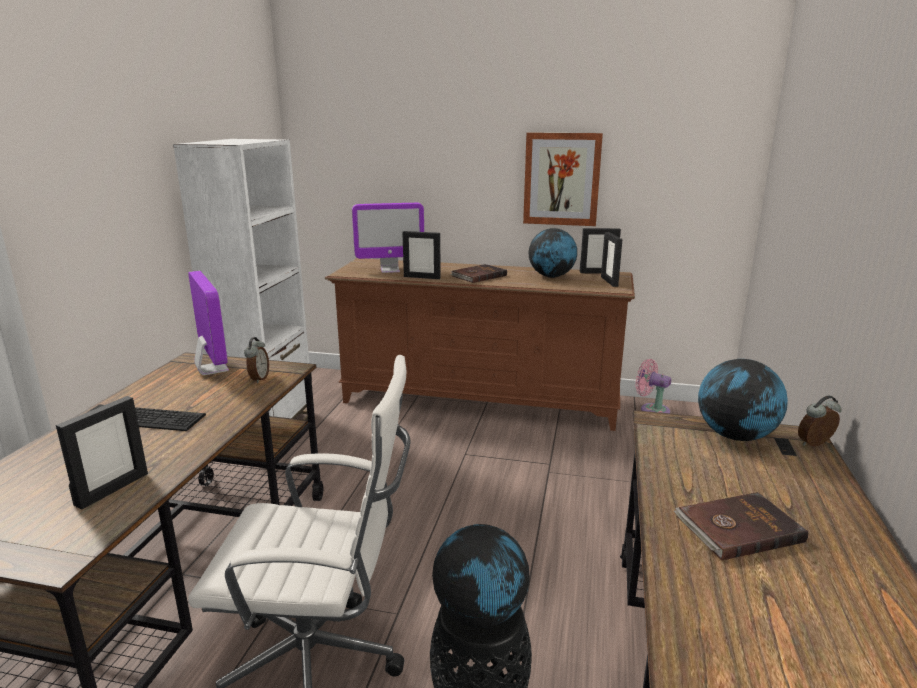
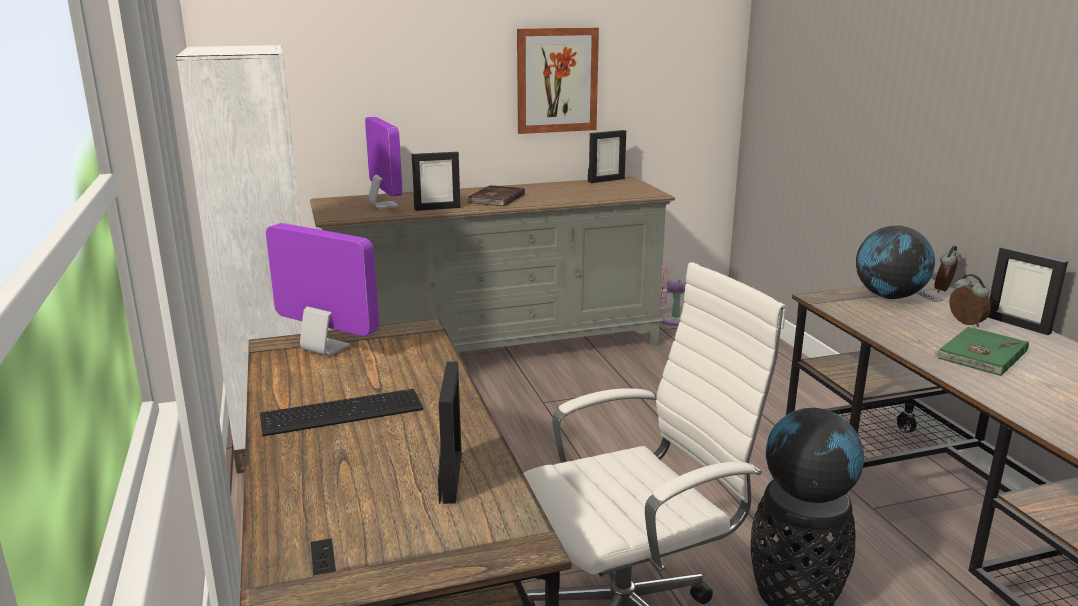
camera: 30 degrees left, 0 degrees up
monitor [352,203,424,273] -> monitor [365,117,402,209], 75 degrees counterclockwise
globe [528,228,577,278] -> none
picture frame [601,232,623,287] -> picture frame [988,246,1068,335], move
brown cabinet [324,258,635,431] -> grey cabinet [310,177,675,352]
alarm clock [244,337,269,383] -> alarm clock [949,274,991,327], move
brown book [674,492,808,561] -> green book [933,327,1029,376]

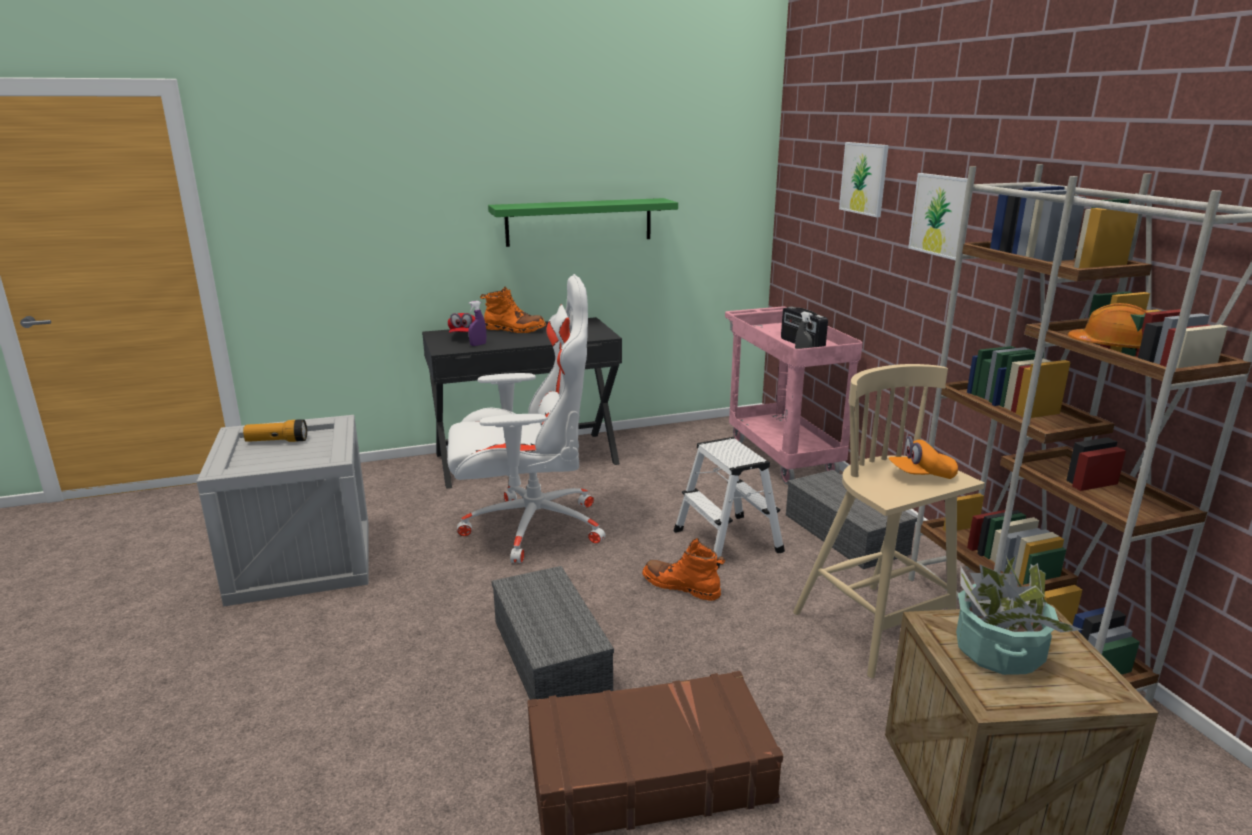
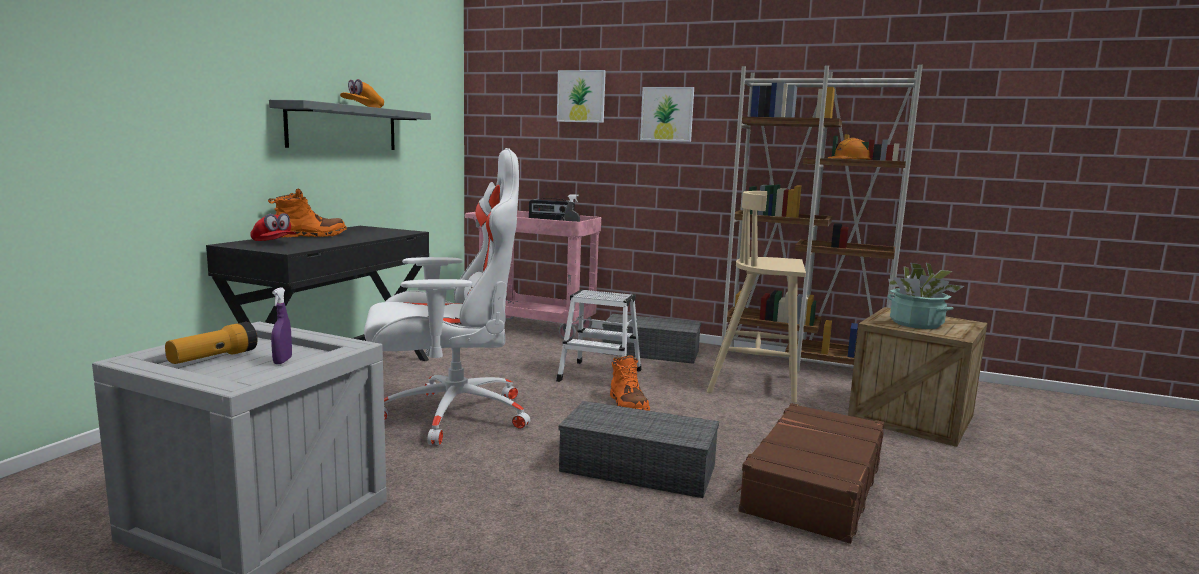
camera: 50 degrees left, 10 degrees down
green shelf [488,198,678,247] -> grey shelf [269,100,431,150]
white office chair [447,274,605,563] -> white office chair [364,148,530,445], 45 degrees clockwise
purple spray bottle [468,301,486,346] -> purple spray bottle [271,287,292,364], move
orange cap [888,436,958,479] -> orange cap [340,79,384,108], move
orange boot [642,538,725,601] -> orange boot [610,355,650,411], 90 degrees counterclockwise

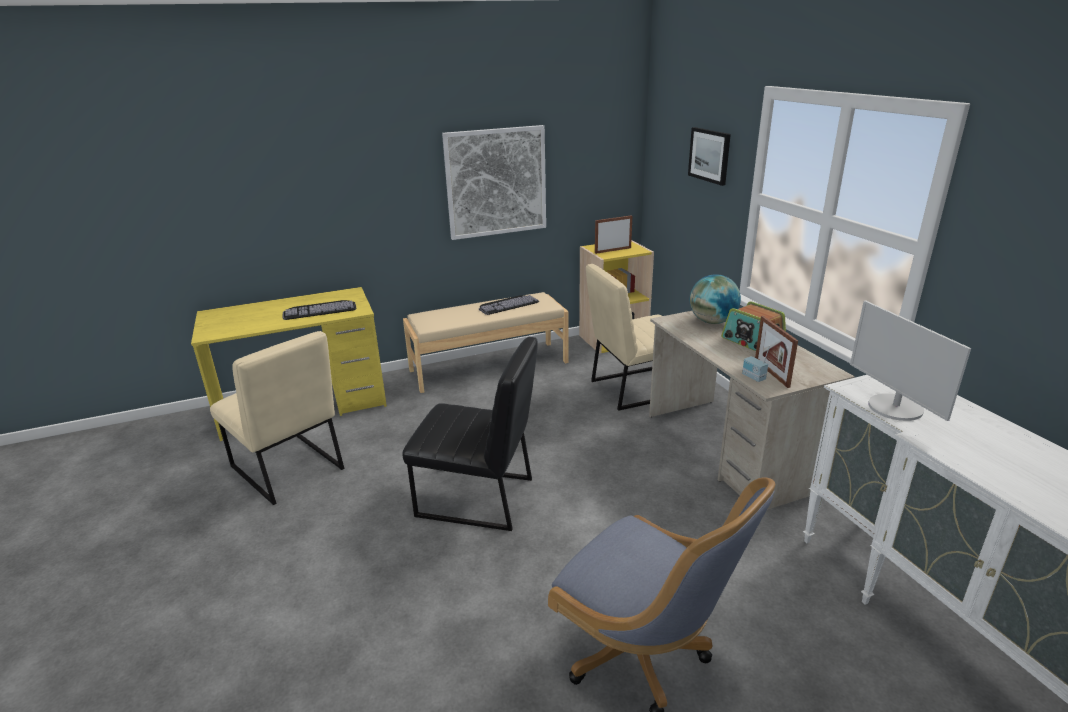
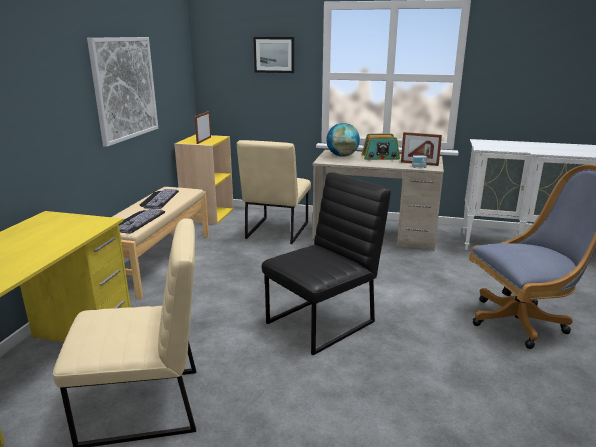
camera: 55 degrees left, 5 degrees down
keyboard [283,300,357,320] -> keyboard [119,208,165,234], move
monitor [850,301,971,421] -> none

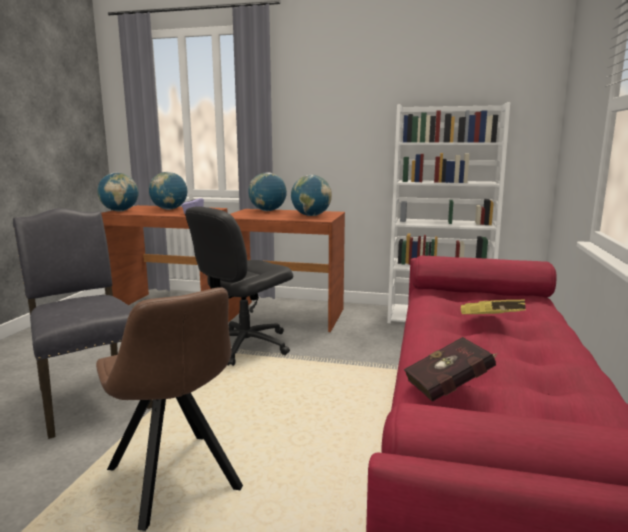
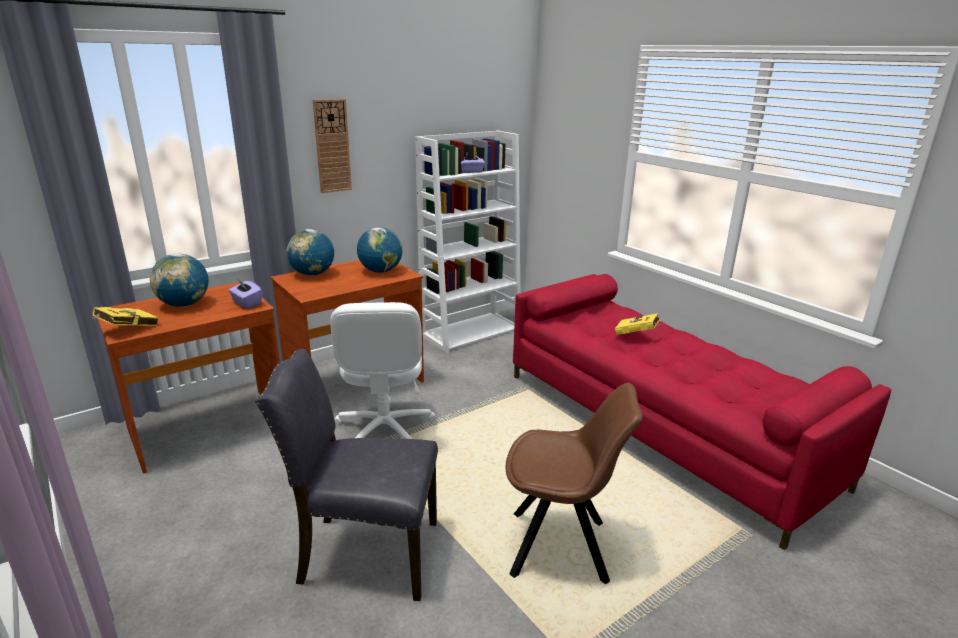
camera: 50 degrees left, 10 degrees up
globe [97,173,138,212] -> yellow book [90,307,159,326]
black office chair [185,206,293,366] -> white office chair [330,302,436,439]
red book [404,337,498,402] -> none
none -> wall clock [313,99,352,193]
none -> purple tissue box [461,152,485,173]

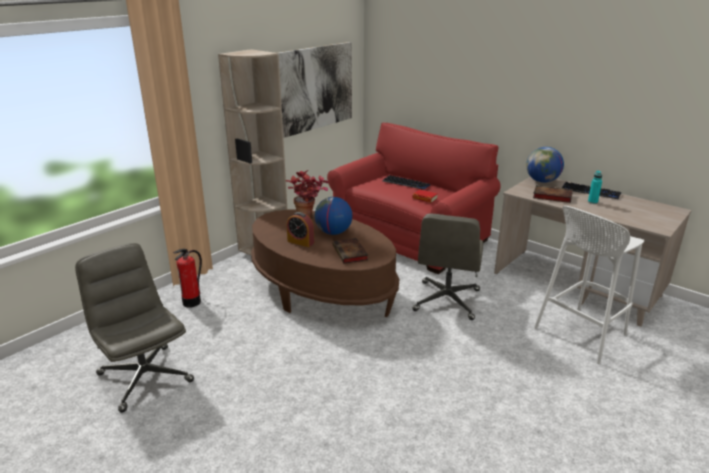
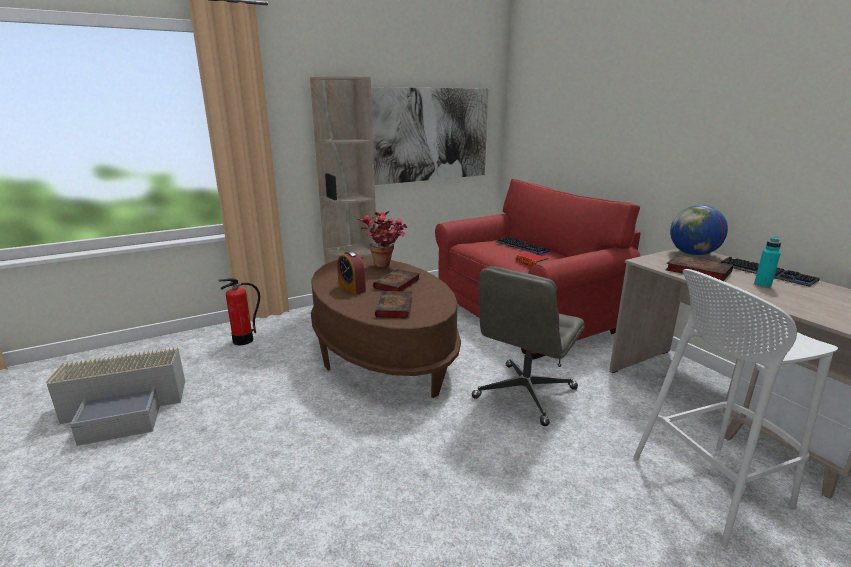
camera: 20 degrees right, 5 degrees down
globe [314,197,352,235] -> book [373,269,420,291]
grey office chair [75,243,194,413] -> grey storage box [46,347,185,446]

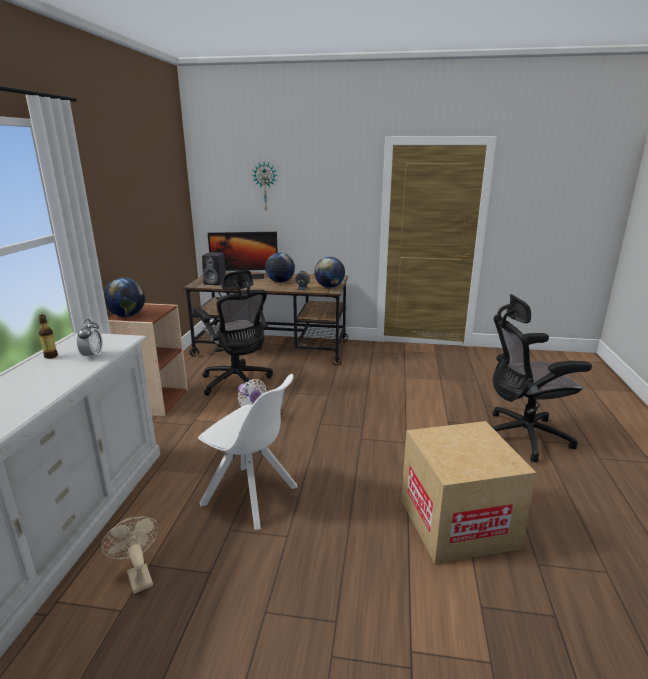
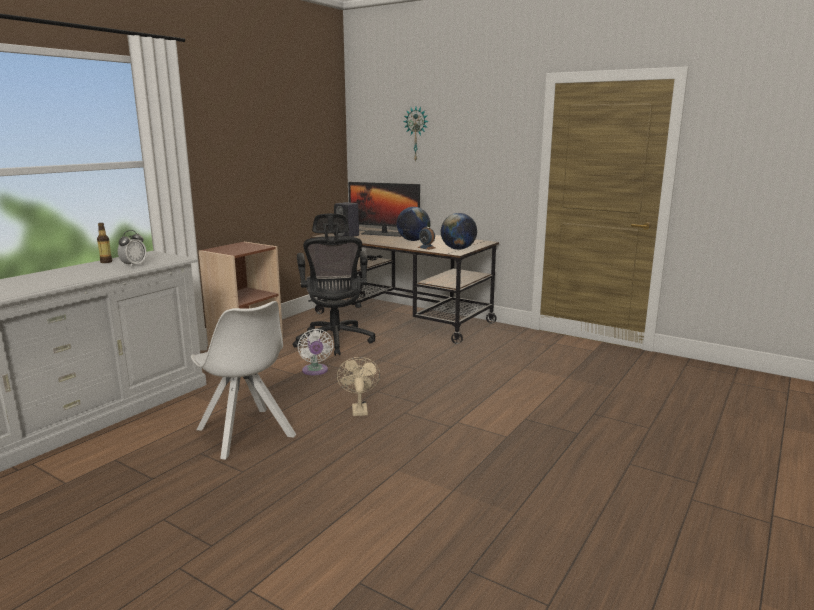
camera: 25 degrees right, 5 degrees down
globe [104,278,145,317] -> none
office chair [492,294,592,462] -> none
cardboard box [401,421,537,564] -> none
beige fan [101,517,159,594] -> beige fan [337,357,380,416], move

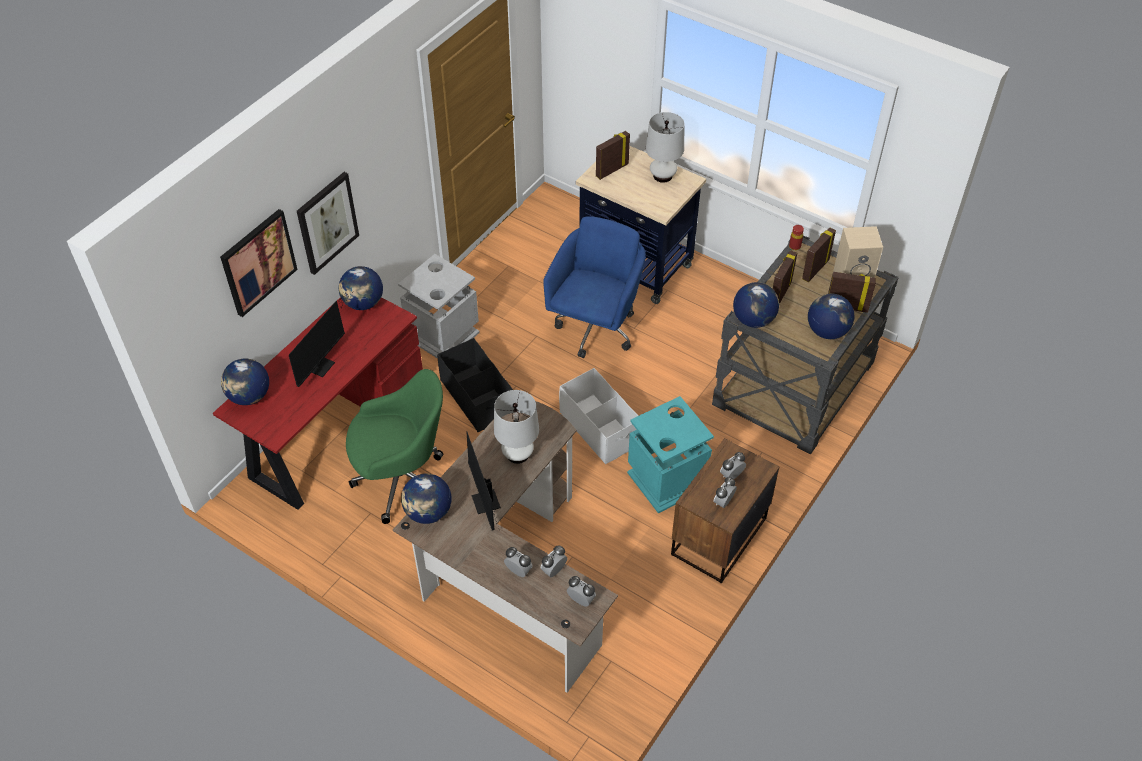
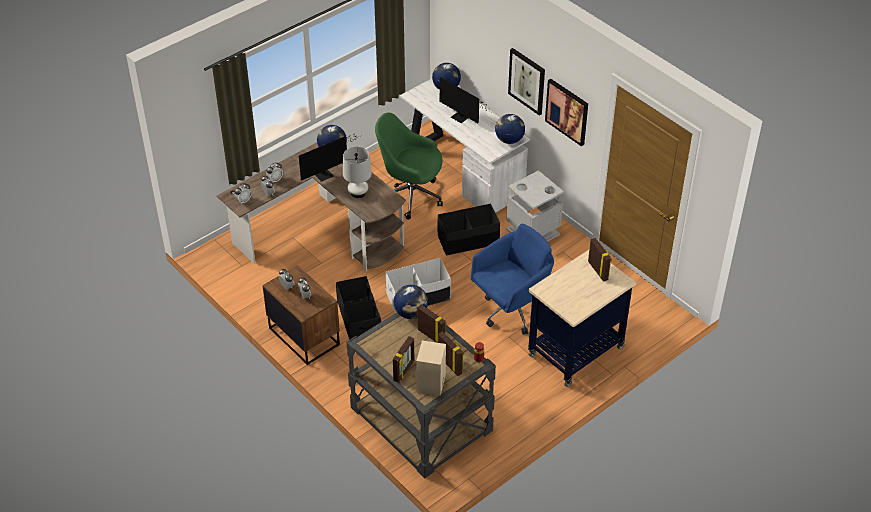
camera: 105 degrees right, 5 degrees down
white table lamp [646,112,685,183] -> none
picture [220,209,298,317] -> picture [545,79,588,146], move
blue office chair [543,216,646,358] -> blue office chair [471,224,554,335], 75 degrees counterclockwise
globe [808,293,854,339] -> none
red desk [213,297,423,510] -> white desk [400,79,530,213]
green office chair [346,369,444,524] -> green office chair [375,113,443,220], 105 degrees clockwise
turquoise trash can [627,396,714,514] -> black storage box [336,276,381,340]
monitor [466,431,501,531] -> monitor [299,136,359,182], 150 degrees clockwise

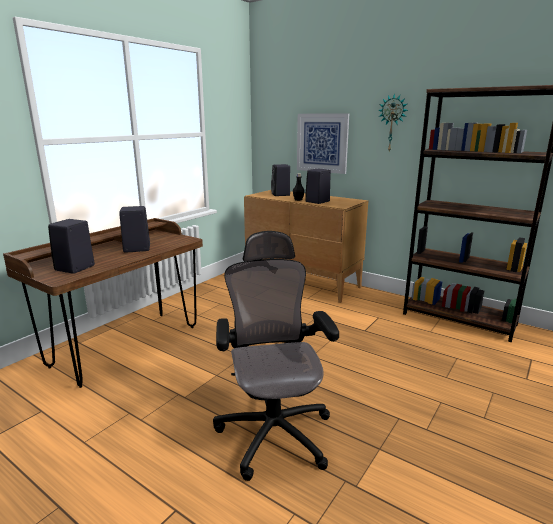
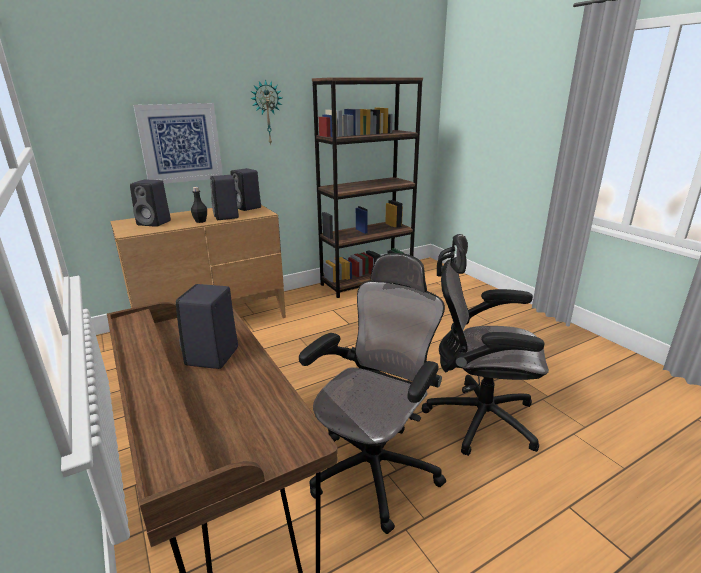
camera: 65 degrees left, 5 degrees up
black speaker [48,219,95,274] -> black speaker [230,168,261,211], move
none -> office chair [299,253,446,534]

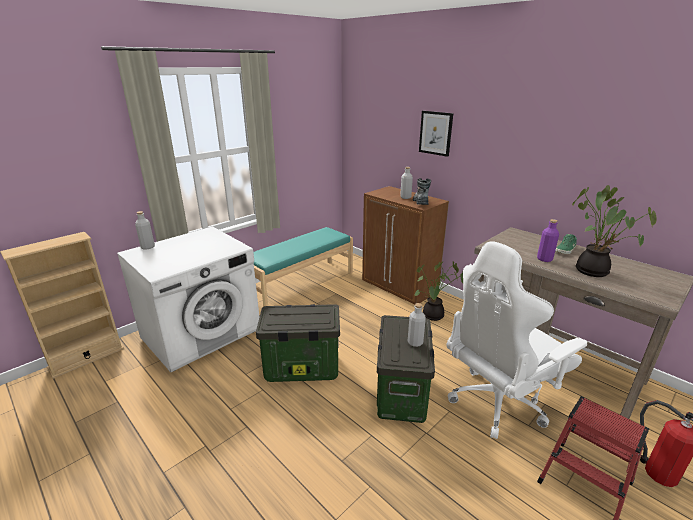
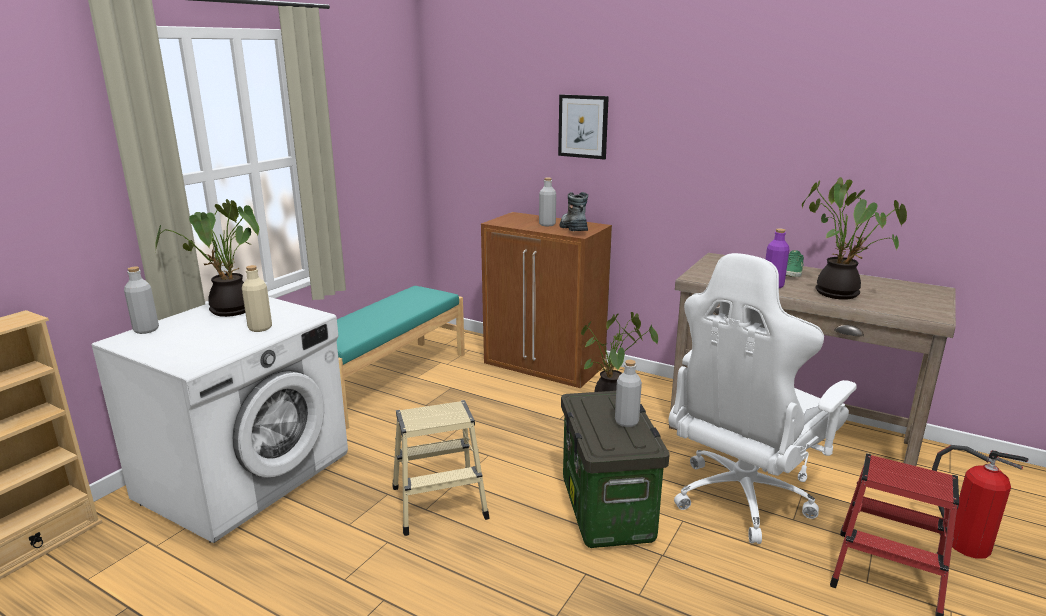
camera: 15 degrees left, 5 degrees down
storage box [256,304,340,382] -> beige step ladder [392,400,489,536]
none -> potted plant [155,199,259,317]
none -> beige bottle [242,265,272,332]

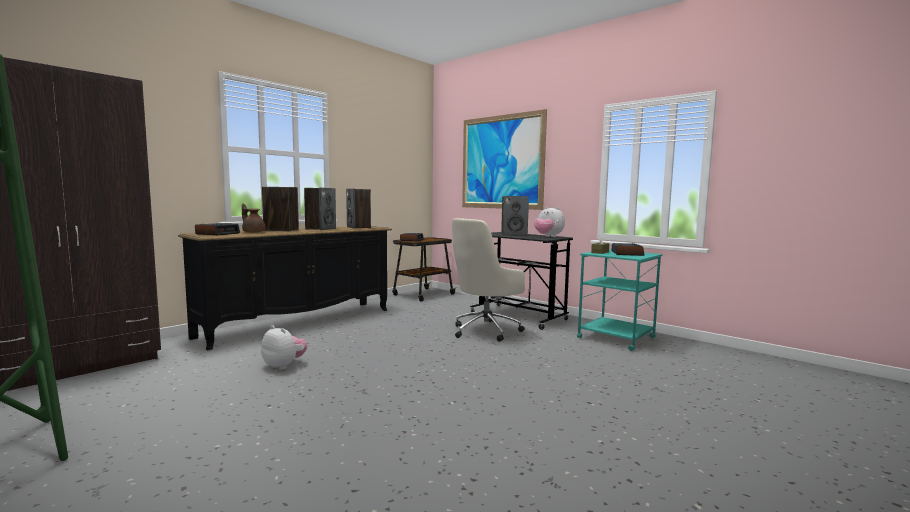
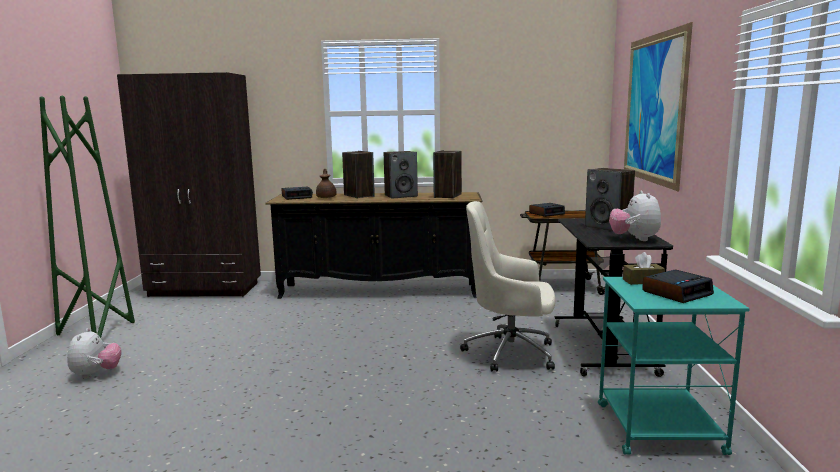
camera: 50 degrees right, 5 degrees up
plush toy [261,326,307,370] -> plush toy [67,328,121,379], move

